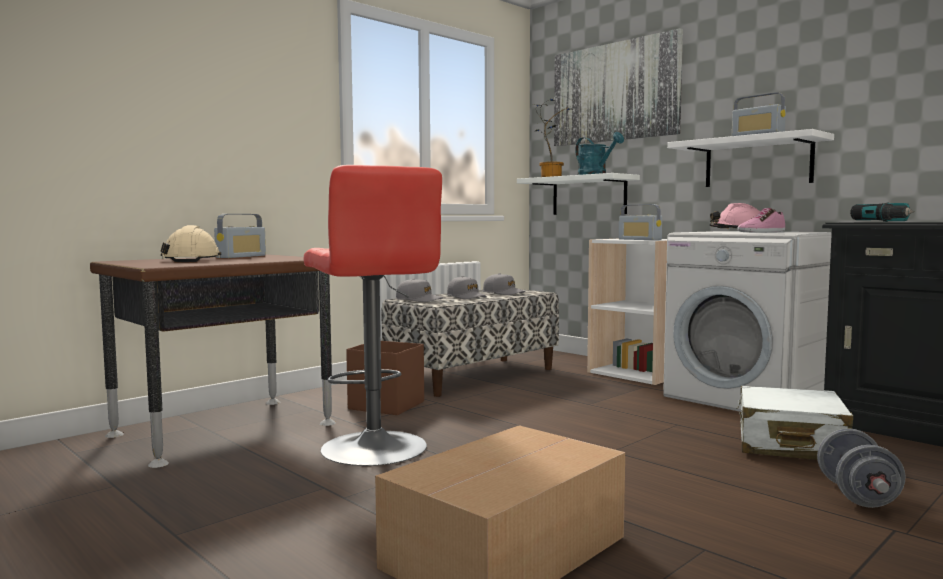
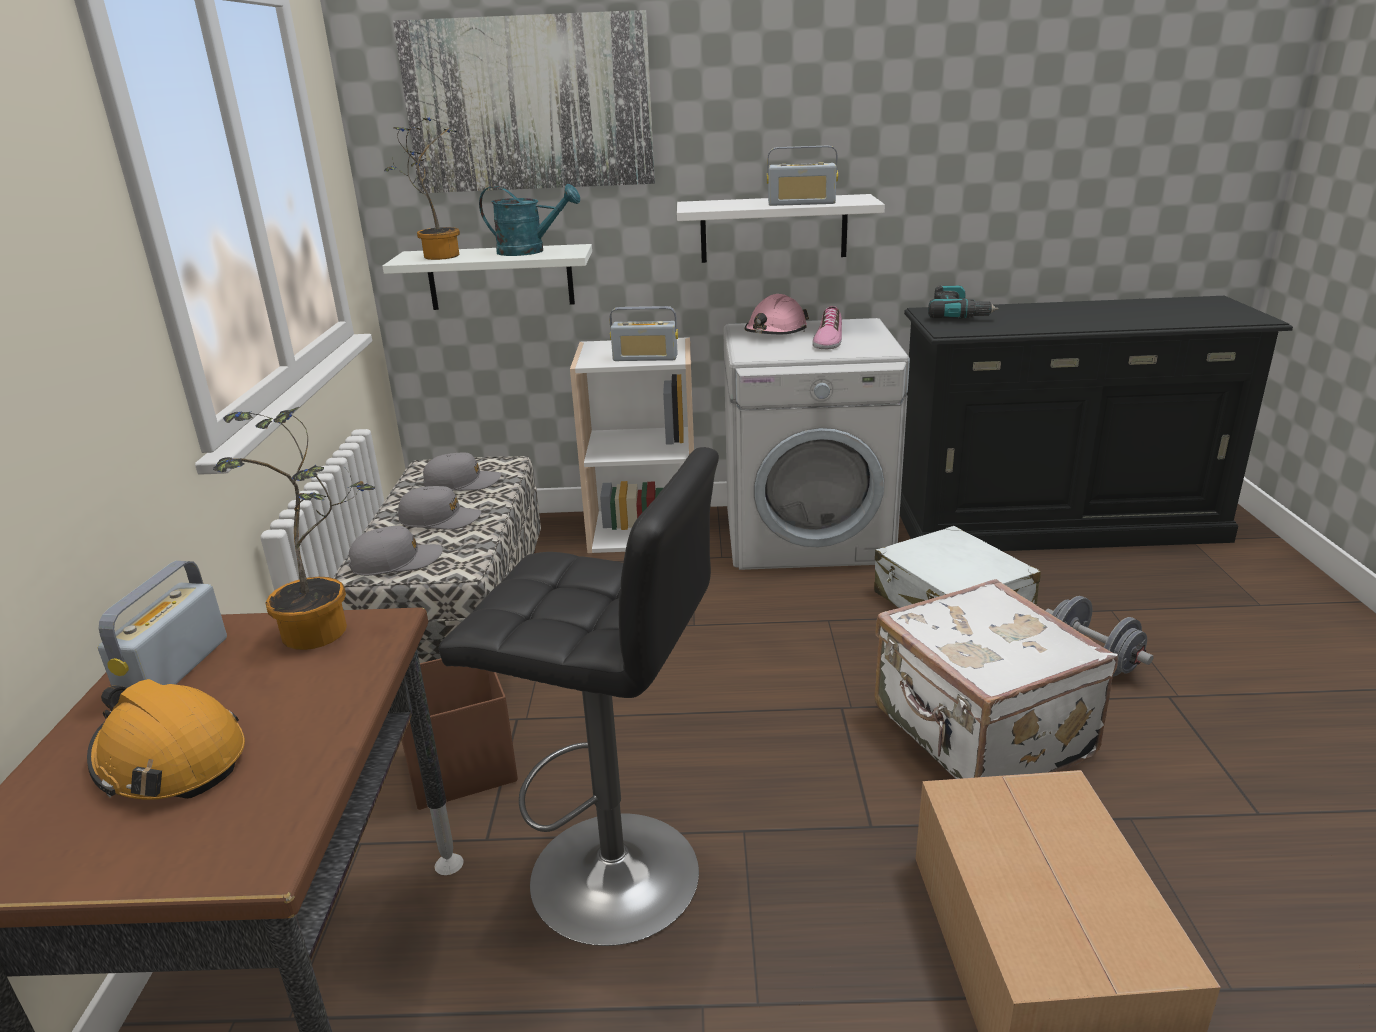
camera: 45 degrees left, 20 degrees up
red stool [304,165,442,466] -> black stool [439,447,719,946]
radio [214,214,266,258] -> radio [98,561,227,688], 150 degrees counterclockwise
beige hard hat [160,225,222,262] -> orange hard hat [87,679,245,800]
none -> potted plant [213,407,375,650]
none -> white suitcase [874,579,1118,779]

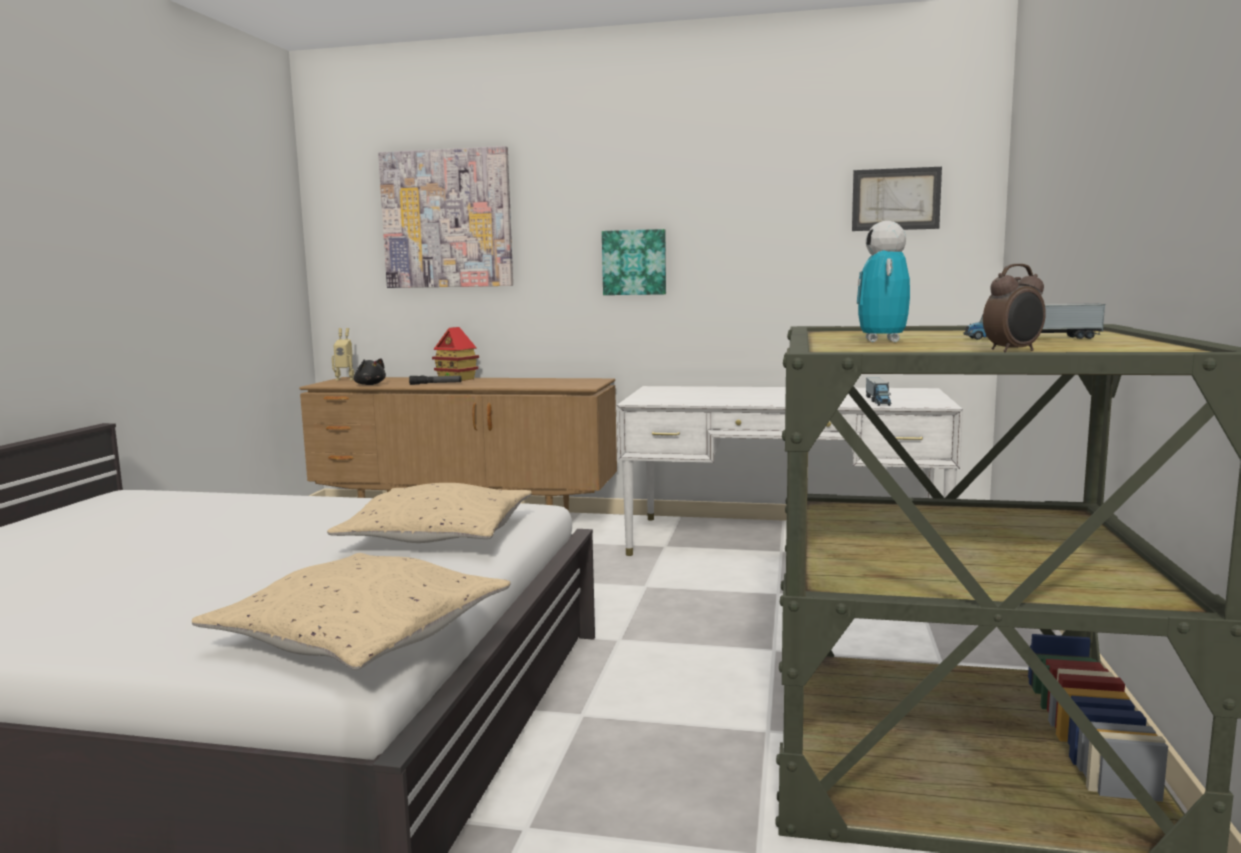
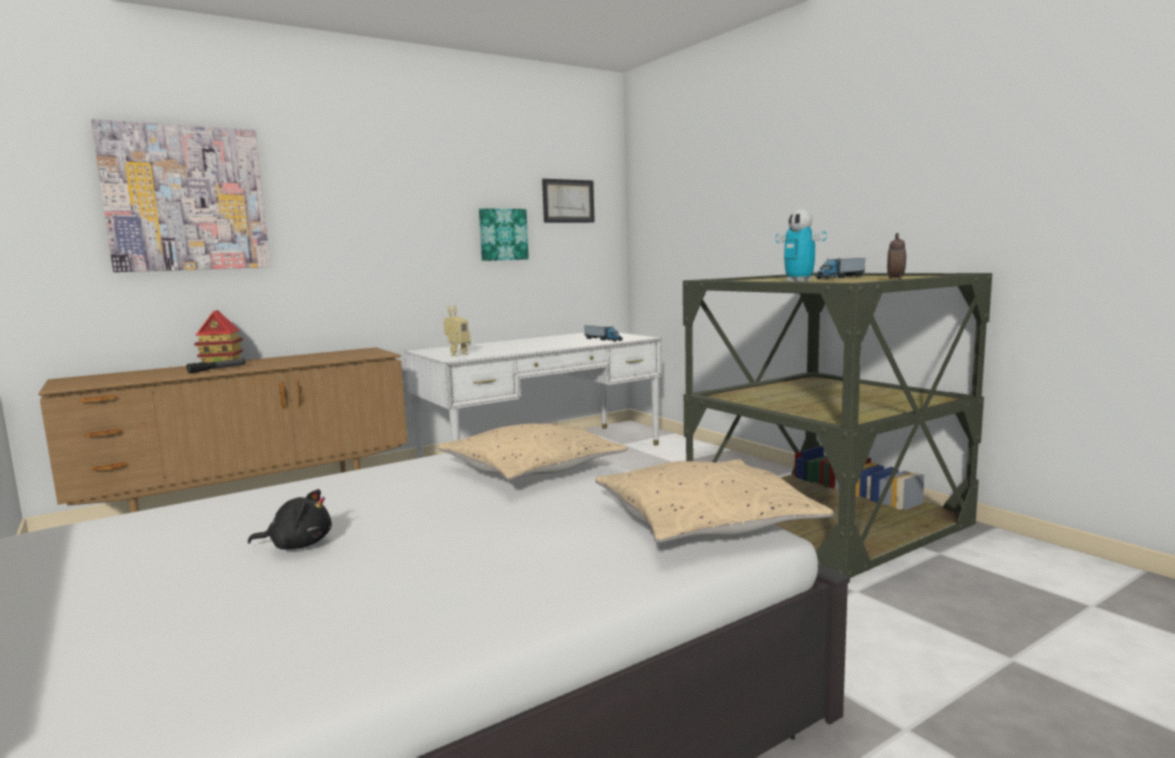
camera: 45 degrees left, 0 degrees up
picture [602,229,666,295] -> picture [479,208,529,261], move
toy robot [332,328,354,381] -> toy robot [443,305,471,356], move
black plush toy [354,358,386,385] -> black plush toy [248,489,332,550], move

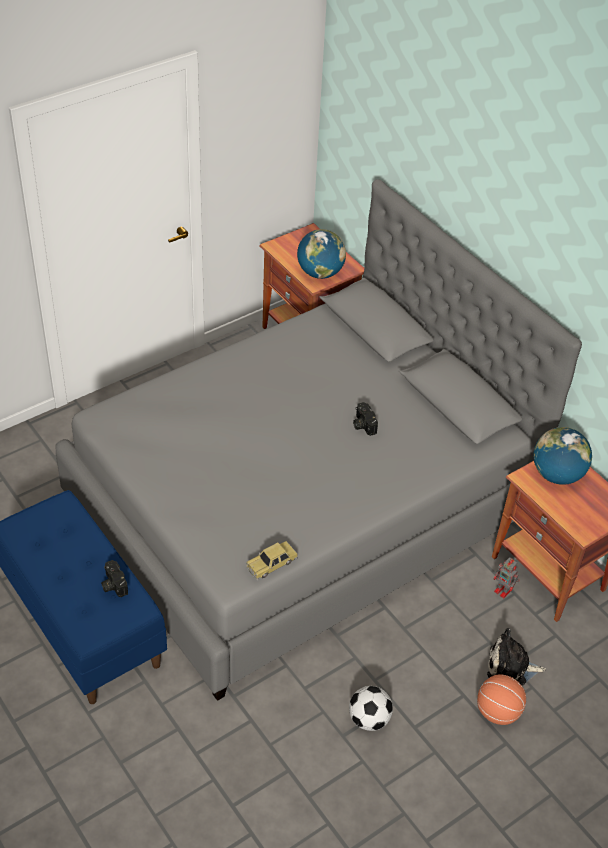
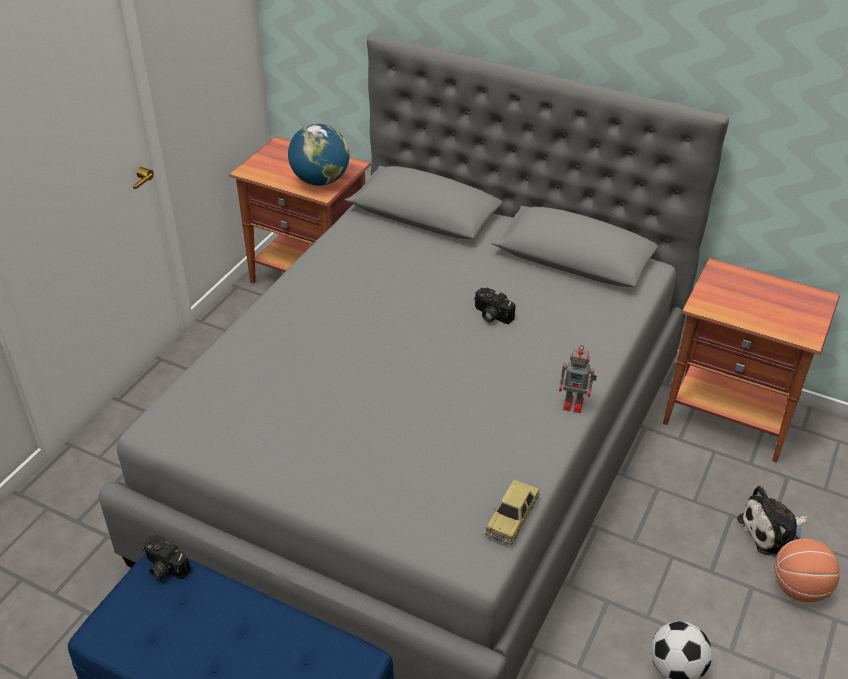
camera: 25 degrees left, 5 degrees down
globe [533,427,592,485] -> none
toy robot [494,557,520,598] -> toy robot [559,345,597,413], move
photo camera [101,560,128,598] -> photo camera [142,535,191,581], move

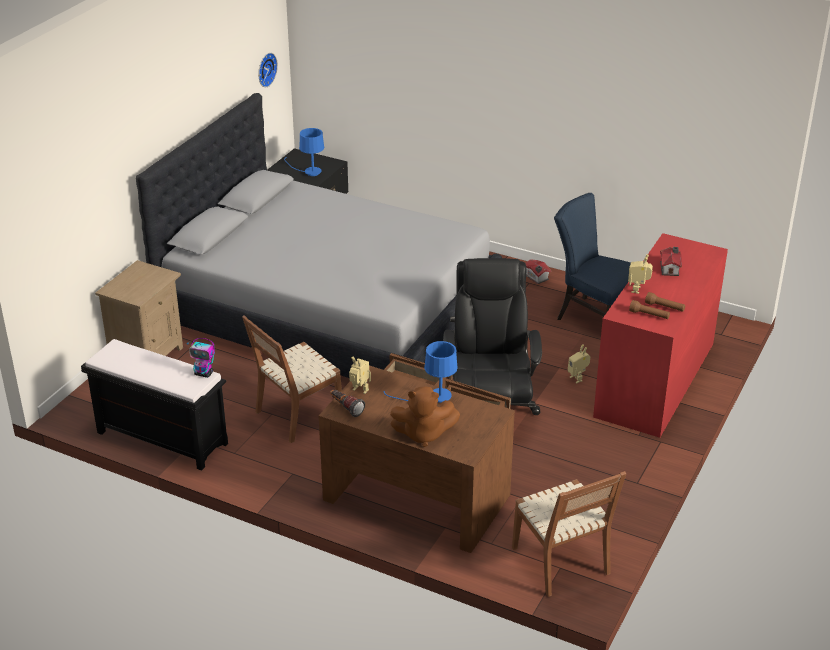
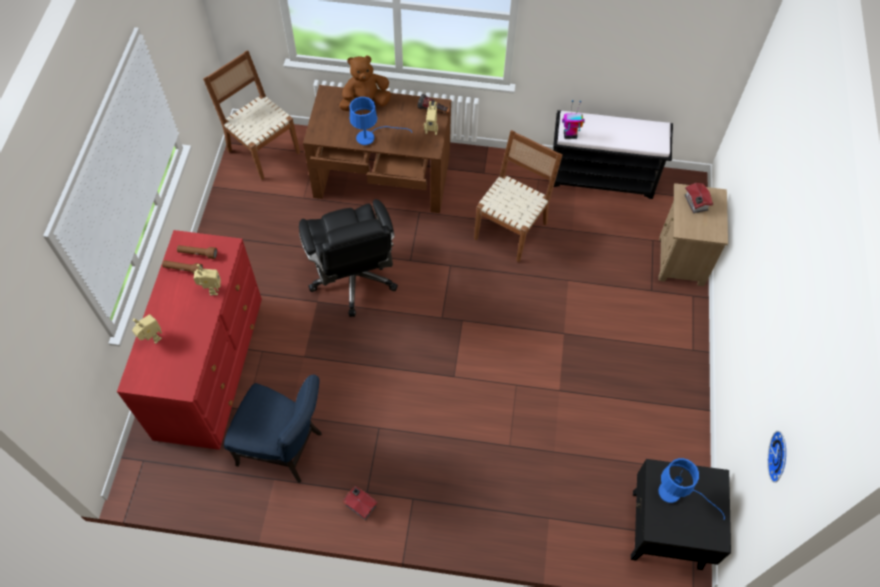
camera: 160 degrees right, 25 degrees up
grey bed [136,93,502,378] -> none
toy house [660,247,682,276] -> toy house [685,183,713,214], move
toy robot [568,344,590,384] -> toy robot [132,314,162,344], move

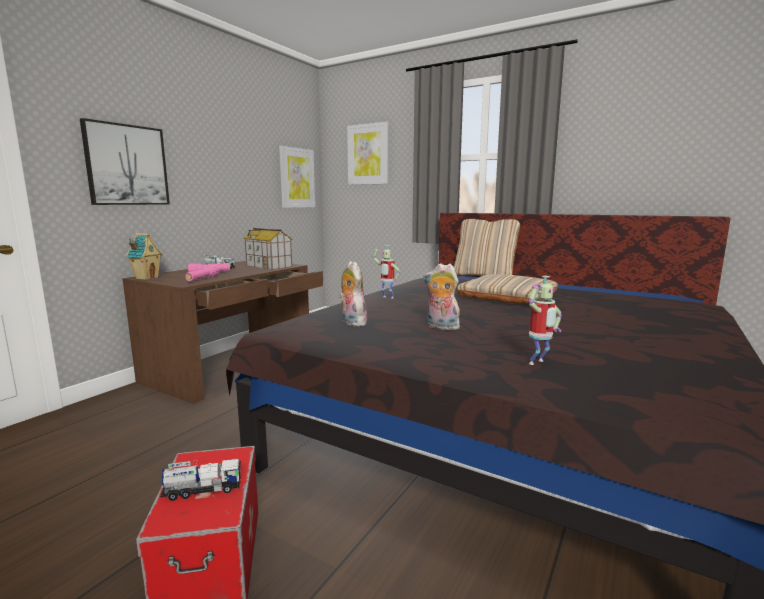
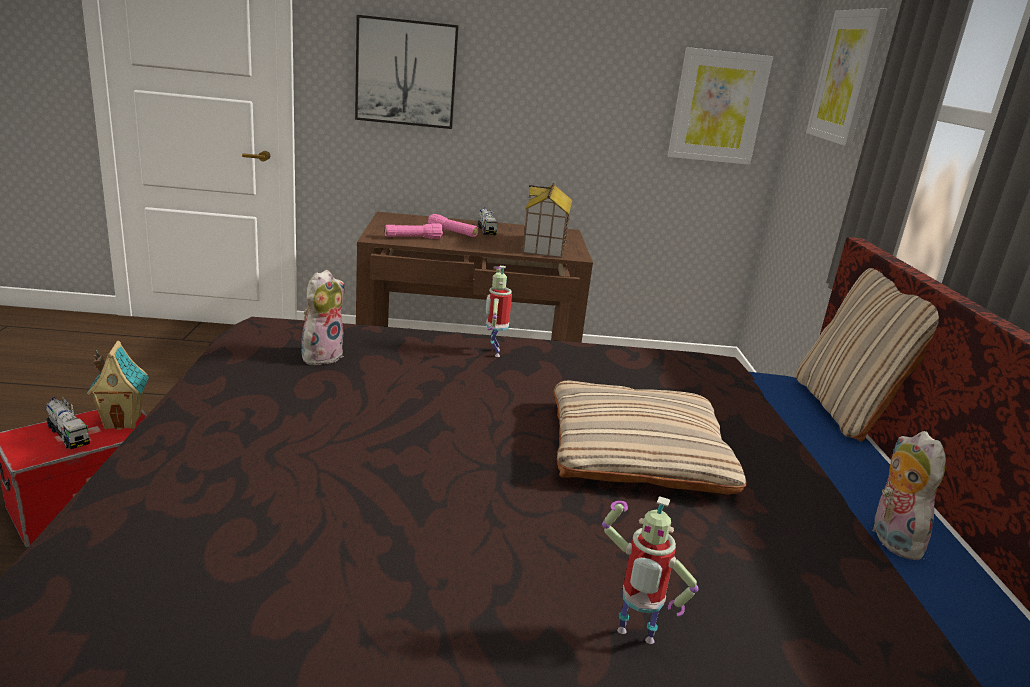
camera: 55 degrees right, 10 degrees up
toy house [126,233,163,280] -> toy house [86,341,149,430], move
plush toy [423,263,460,330] -> plush toy [871,431,946,561], move
toy robot [528,276,562,365] -> toy robot [602,496,698,644], move

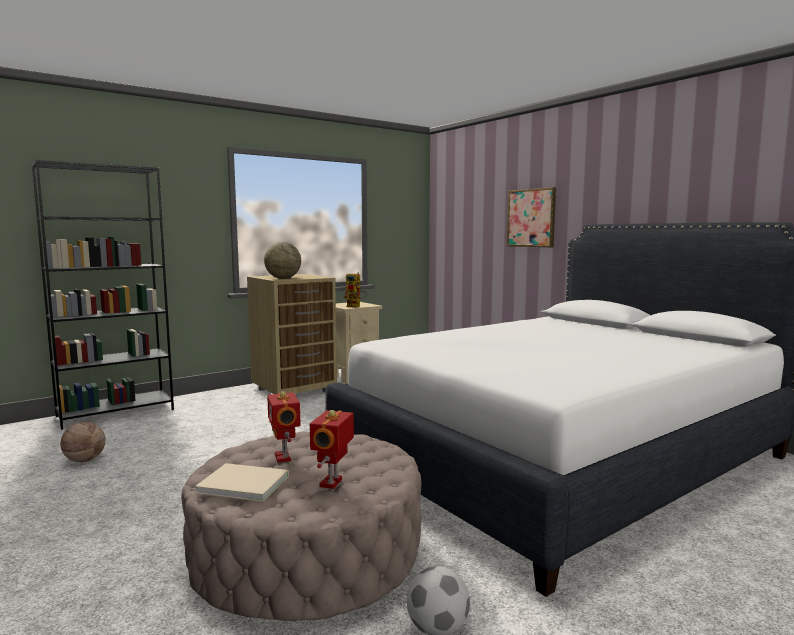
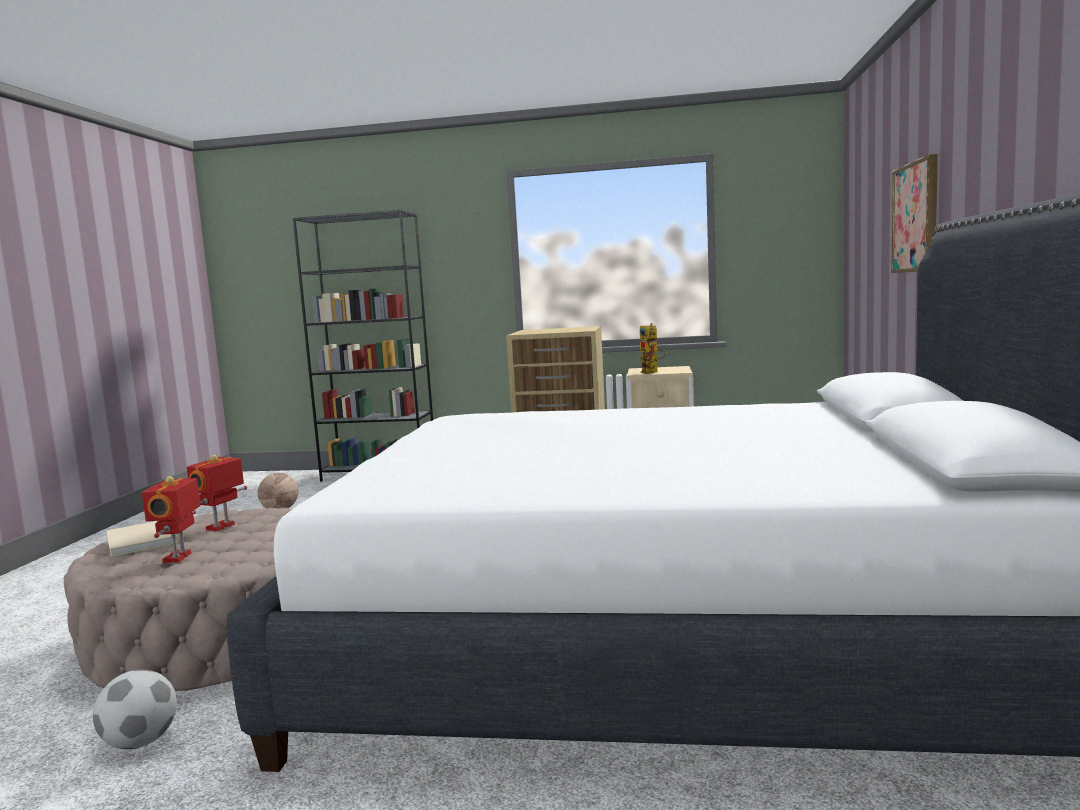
camera: 45 degrees right, 0 degrees up
globe [264,242,301,279] -> none
toy robot [310,410,354,489] -> toy robot [142,476,201,563], 60 degrees counterclockwise

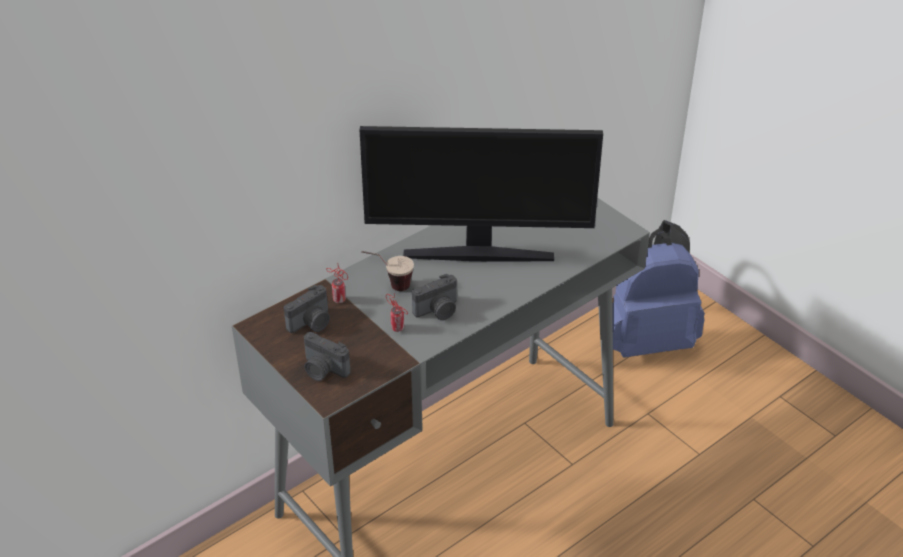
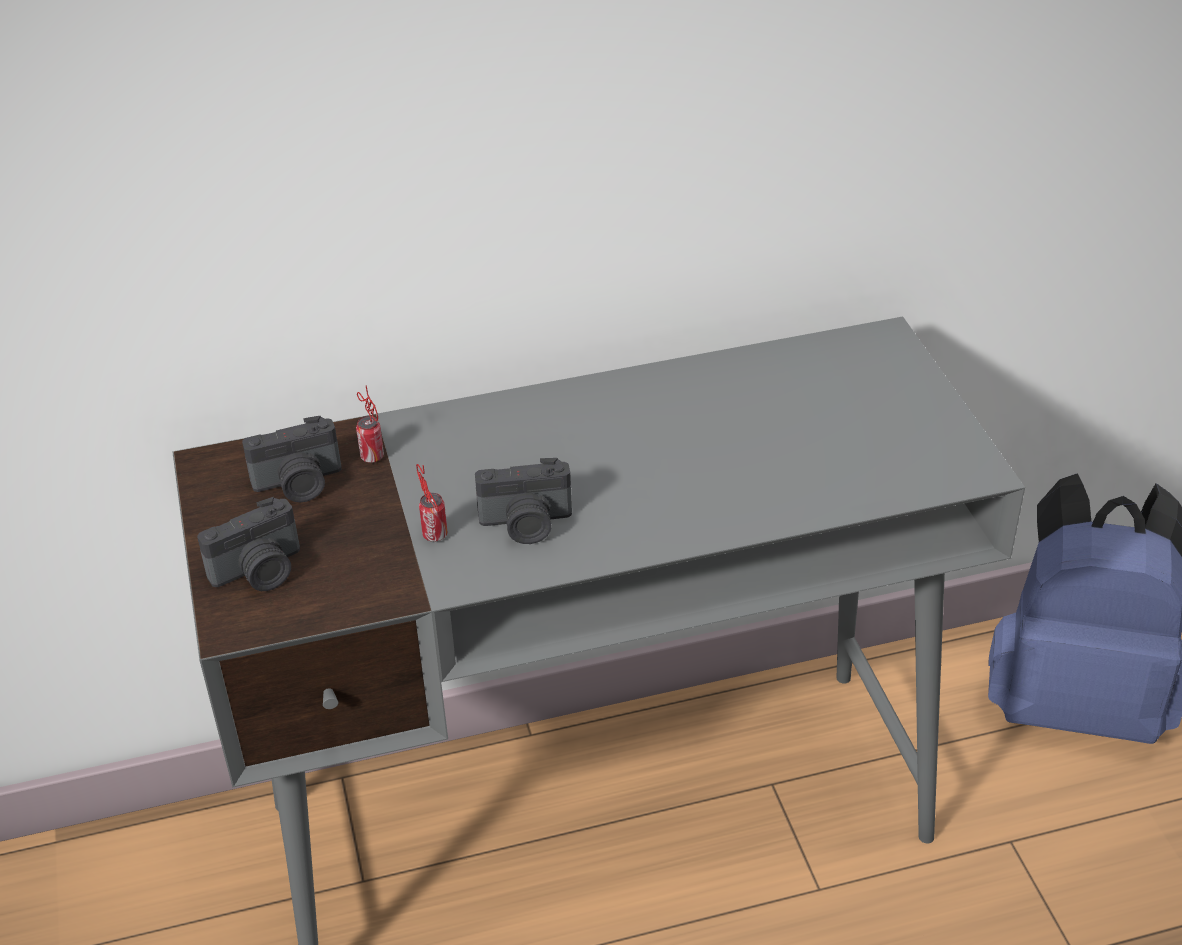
camera: 25 degrees right, 0 degrees up
monitor [360,126,603,262] -> none
cup [361,251,414,291] -> none
photo camera [304,332,351,381] -> photo camera [197,497,300,591], 90 degrees counterclockwise

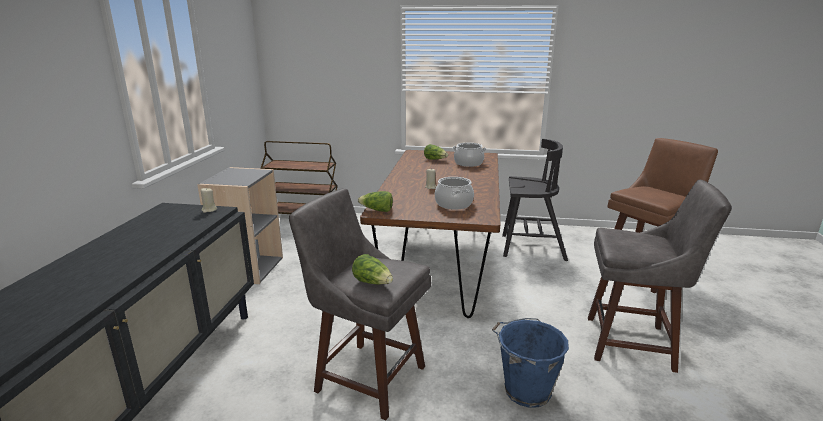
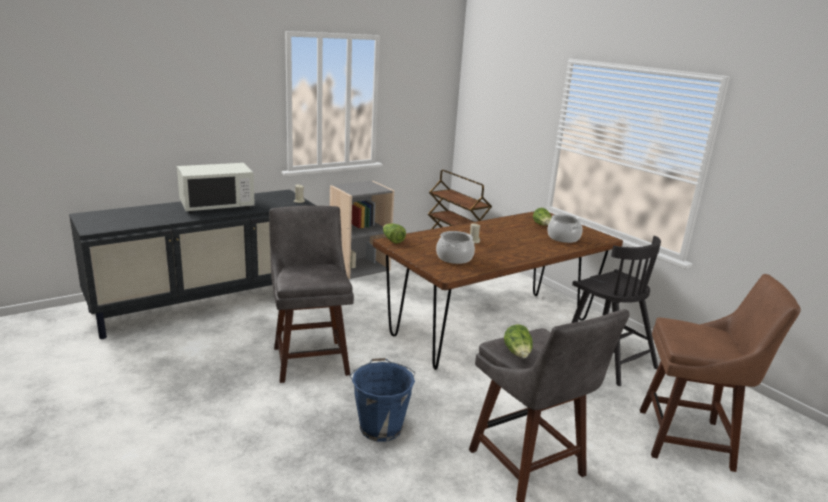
camera: 45 degrees right, 0 degrees up
lettuce [352,254,393,284] -> lettuce [504,324,533,358], move
none -> white microwave [177,163,255,213]

